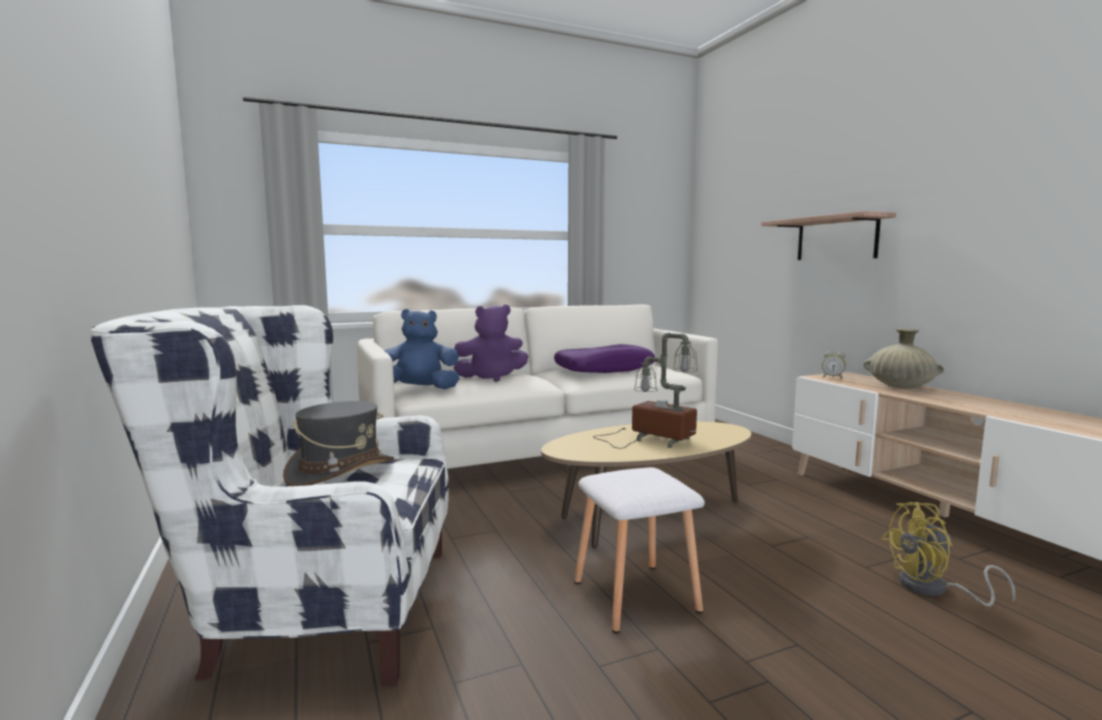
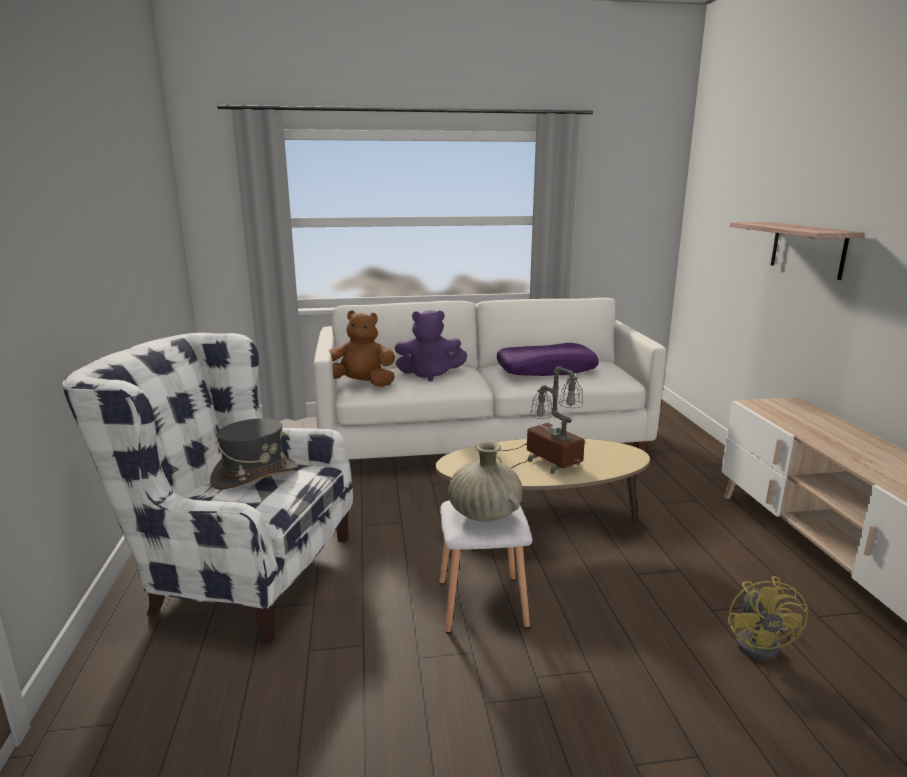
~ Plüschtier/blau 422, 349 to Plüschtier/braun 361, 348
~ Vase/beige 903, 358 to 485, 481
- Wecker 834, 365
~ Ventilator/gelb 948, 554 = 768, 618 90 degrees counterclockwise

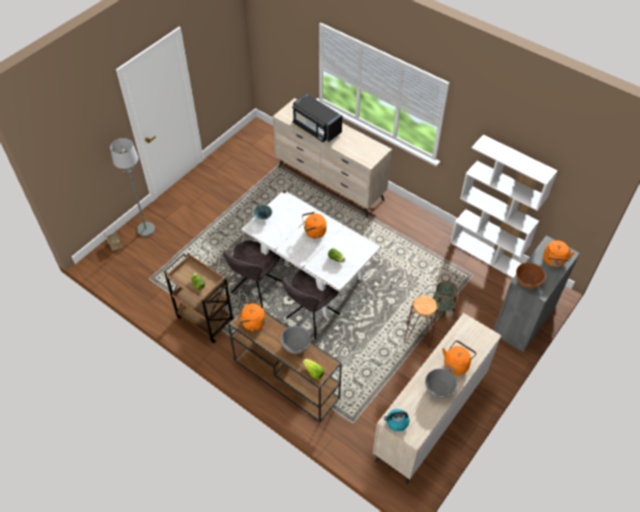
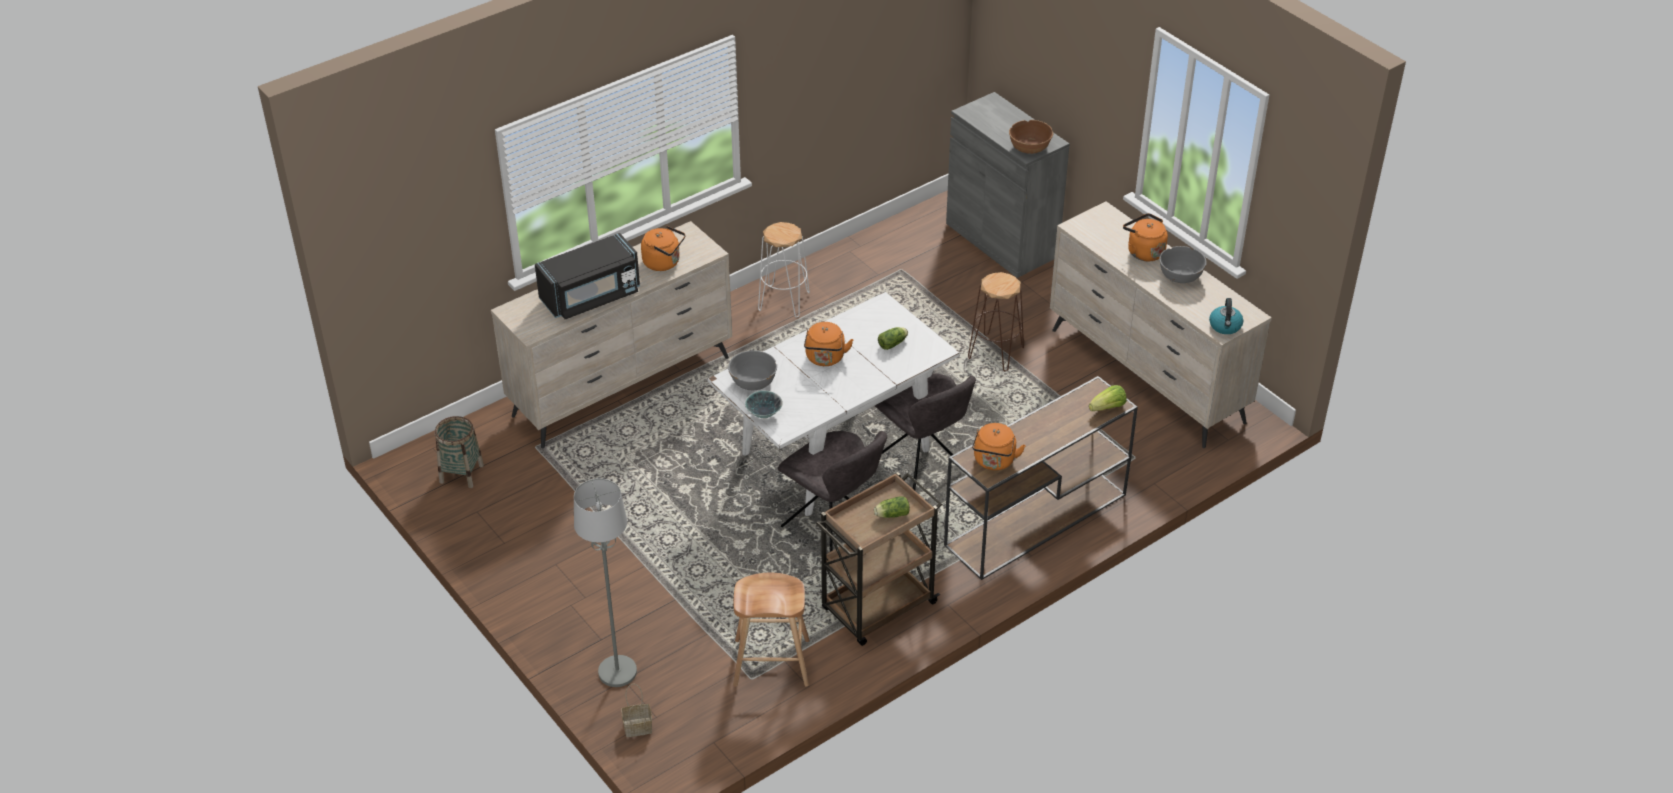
- Bücherregal/weiß 503, 206
~ Wasserkessel/orange 559, 253 to 663, 248
~ Korb 445, 299 to 459, 452
~ Schüssel/grau 296, 340 to 752, 370
+ Hocker/weiß 784, 270
+ Hocker/braun 771, 630

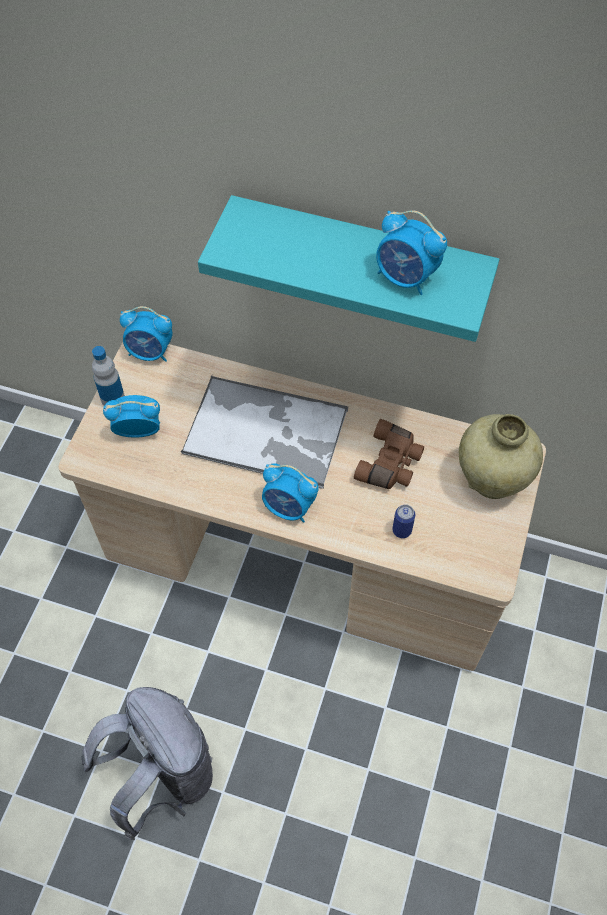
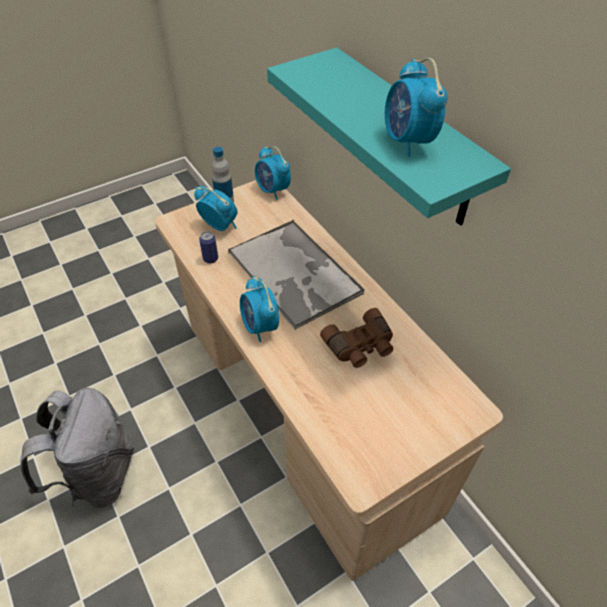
- Vase/beige 501, 456
~ Dose 403, 521 to 208, 247

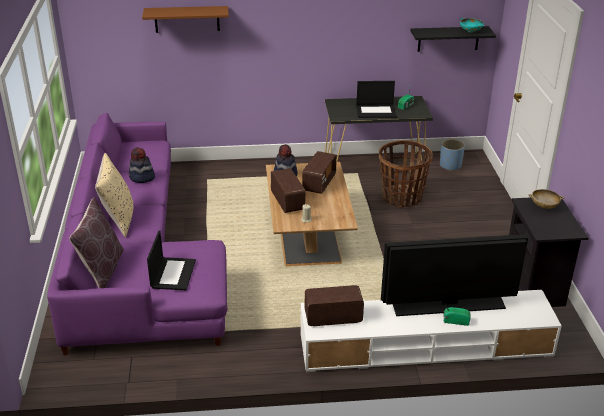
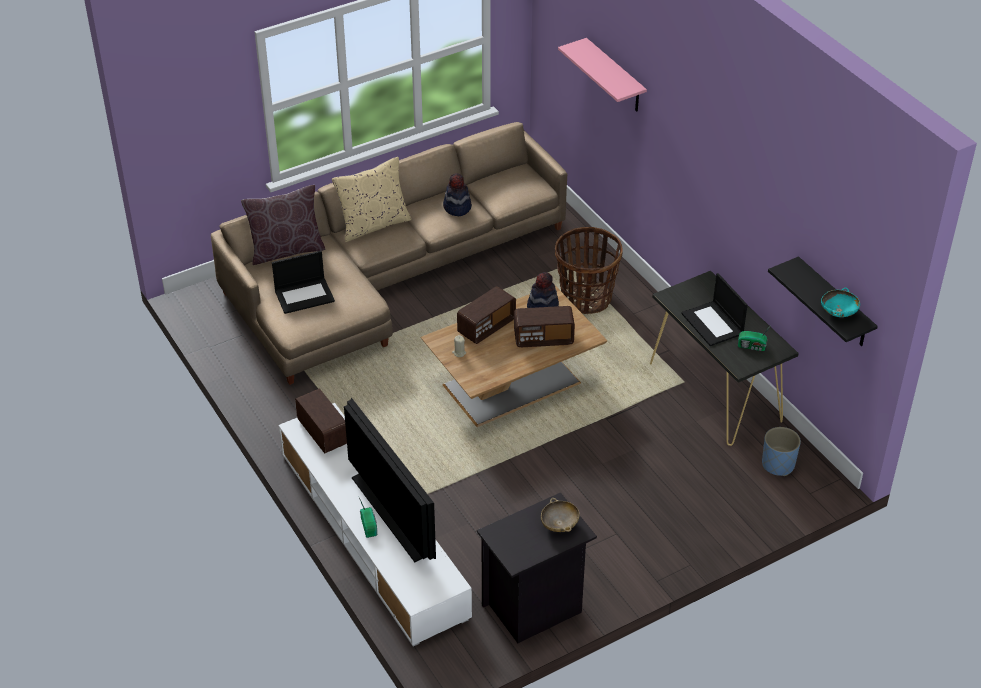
~ Wandregal/braun 185, 19 to Wandregal/rosa 602, 74
~ Sofa/lila 137, 234 to Sofa/beige 389, 253
~ Korb 406, 173 to 589, 270

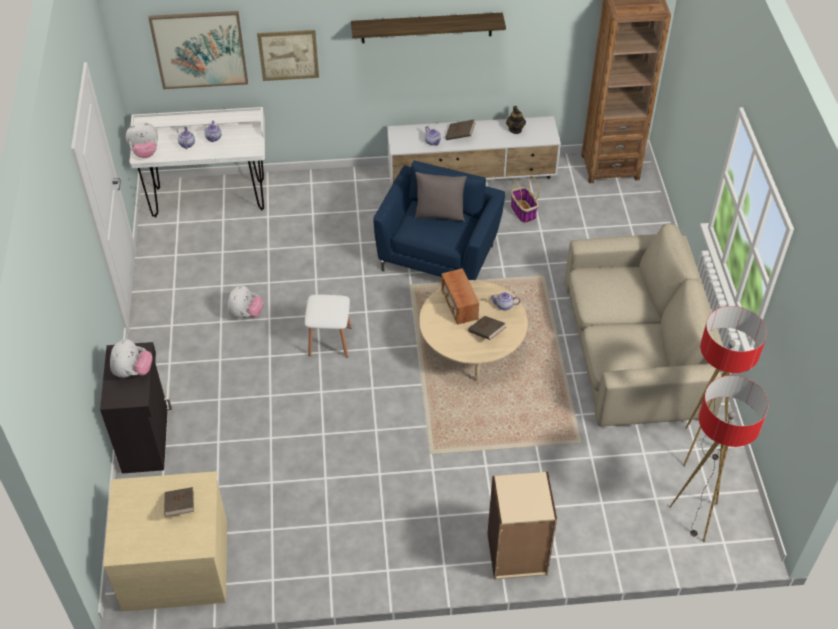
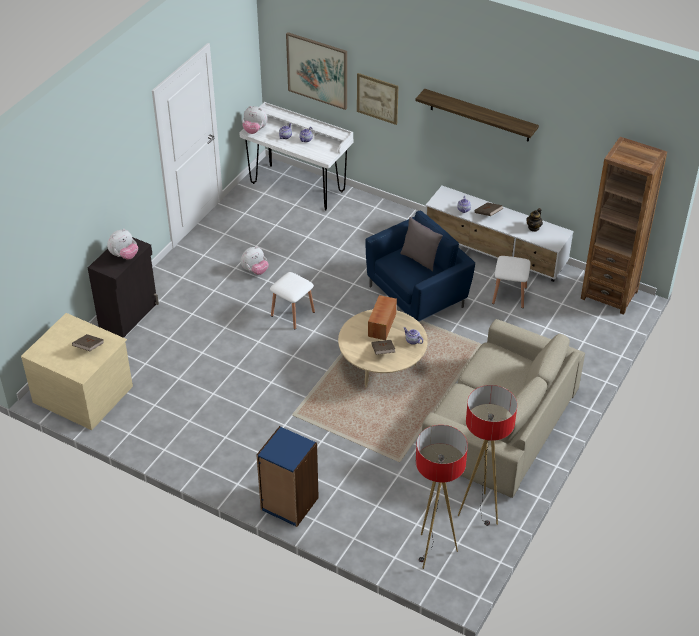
~ Korb 525, 199 to Hocker/weiß 511, 282
~ Bücherregal/beige 522, 526 to Bücherregal/blau 287, 476

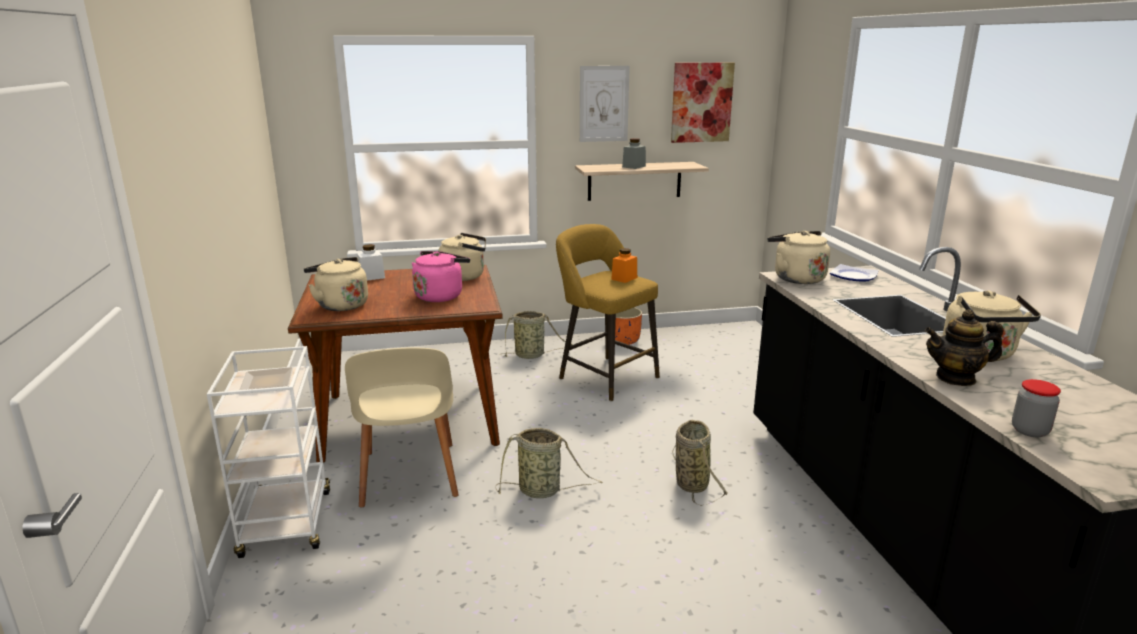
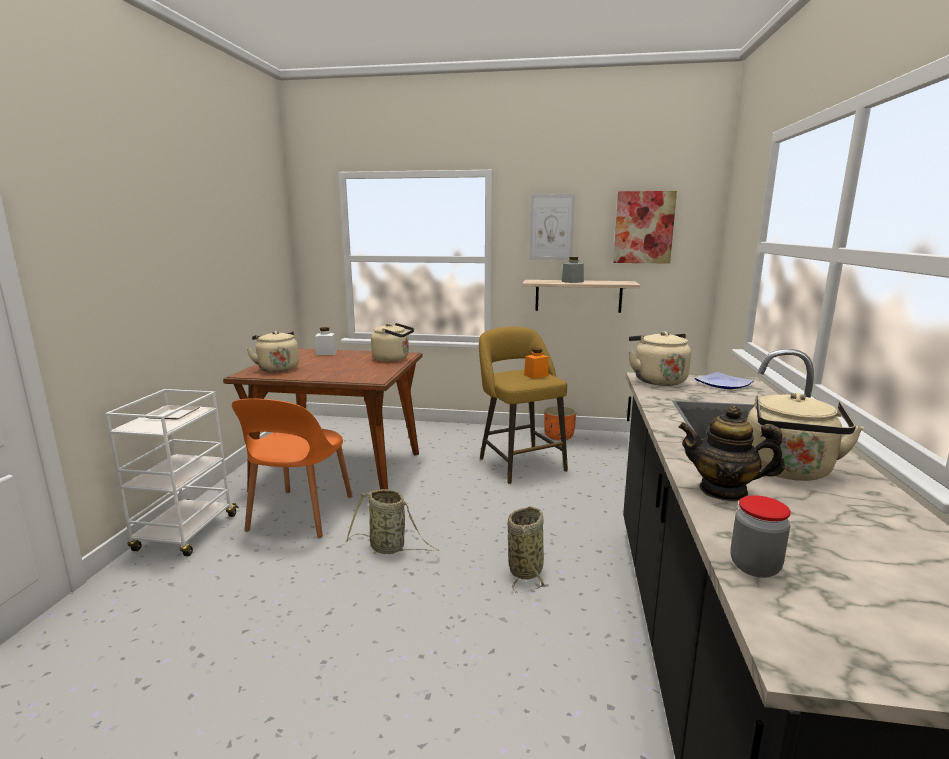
- Wasserkessel/rosa 441, 276
- Korb 536, 335
~ Stuhl/beige 402, 428 to Stuhl/orange 292, 468

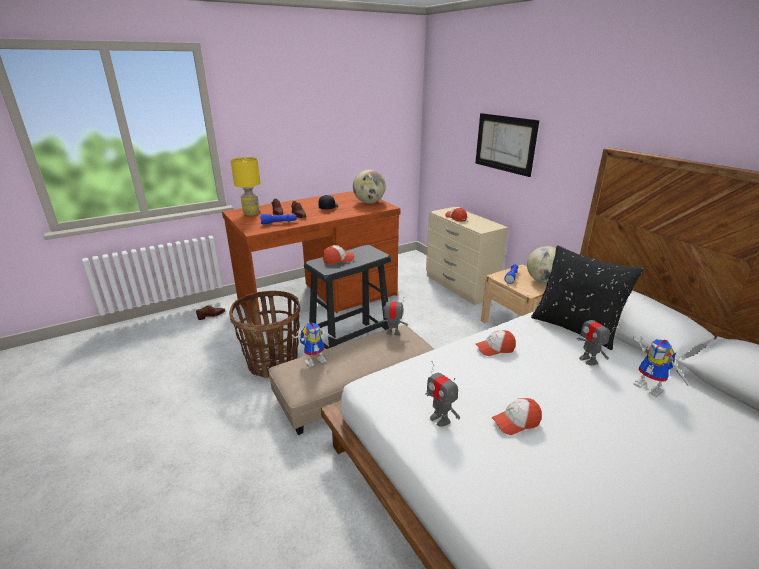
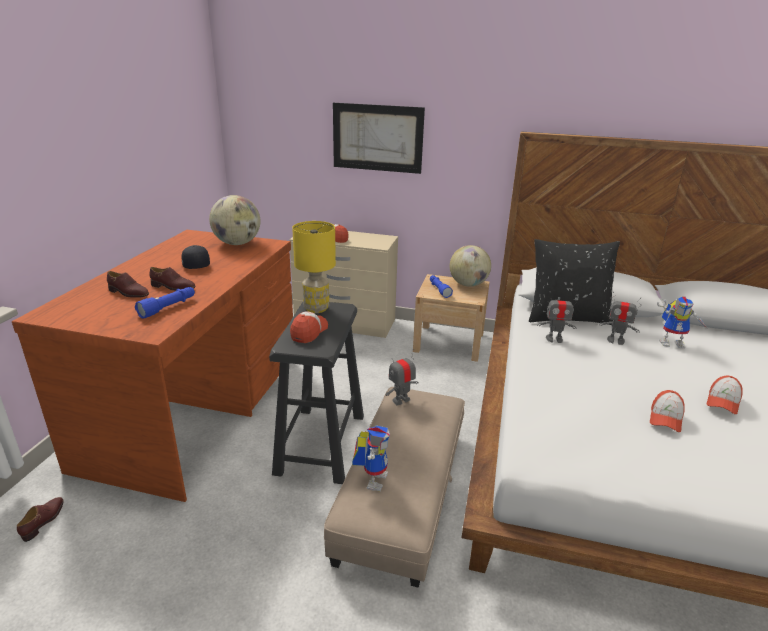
~ Tischlampe/gelb 245, 186 to 314, 267
- Korb 264, 334
~ Kappe 496, 343 to 724, 394
~ Spielzeugroboter 442, 394 to 557, 317

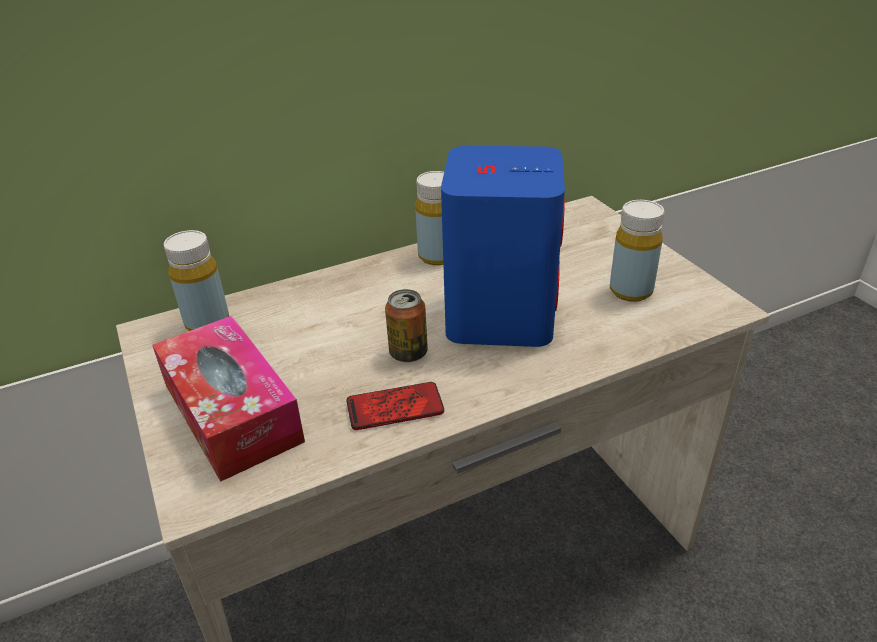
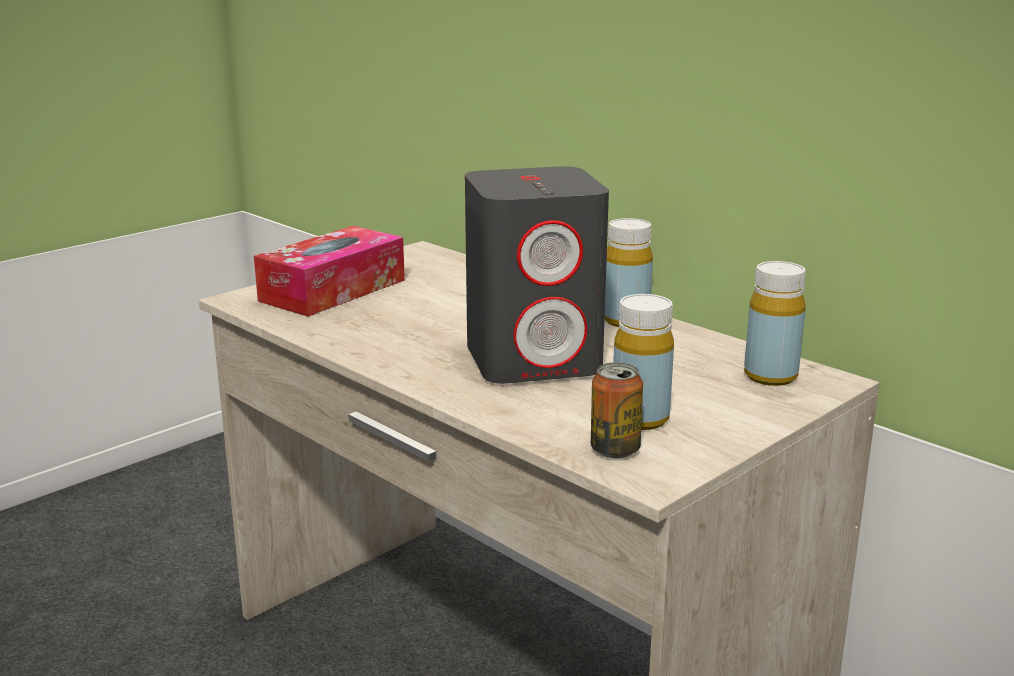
~ Lautsprecher/blau 503, 246 to Lautsprecher/grau 537, 275
~ Flasche/gelb 196, 280 to 775, 323
~ Dose 406, 325 to 617, 410
- Handy 395, 406

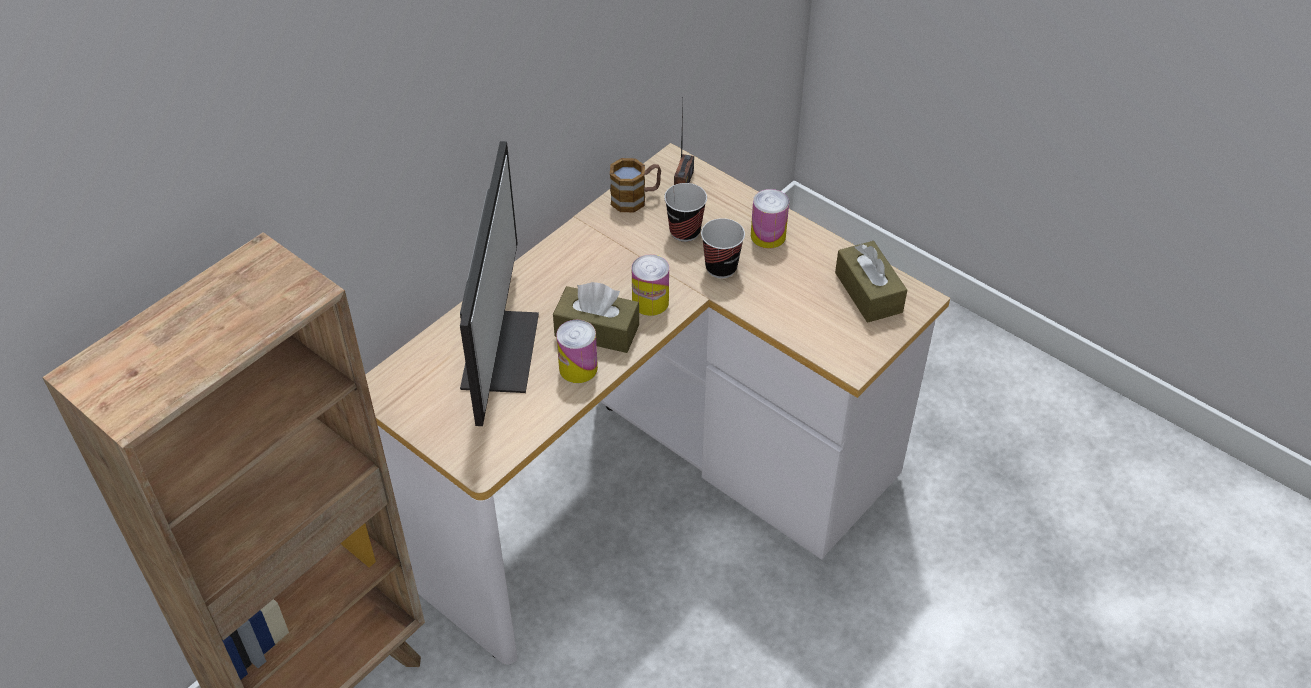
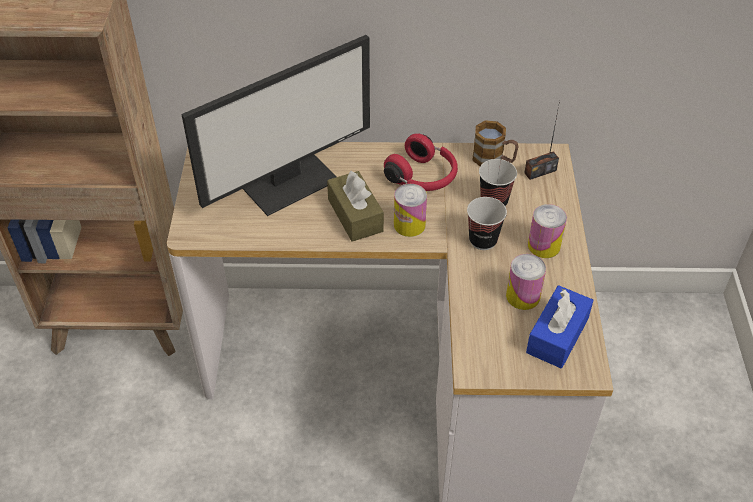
~ Taschentuchbox/braun 871, 282 to Taschentuchbox/blau 560, 326
~ Dose 577, 351 to 526, 282
+ Kopfhörer/rot 421, 162

